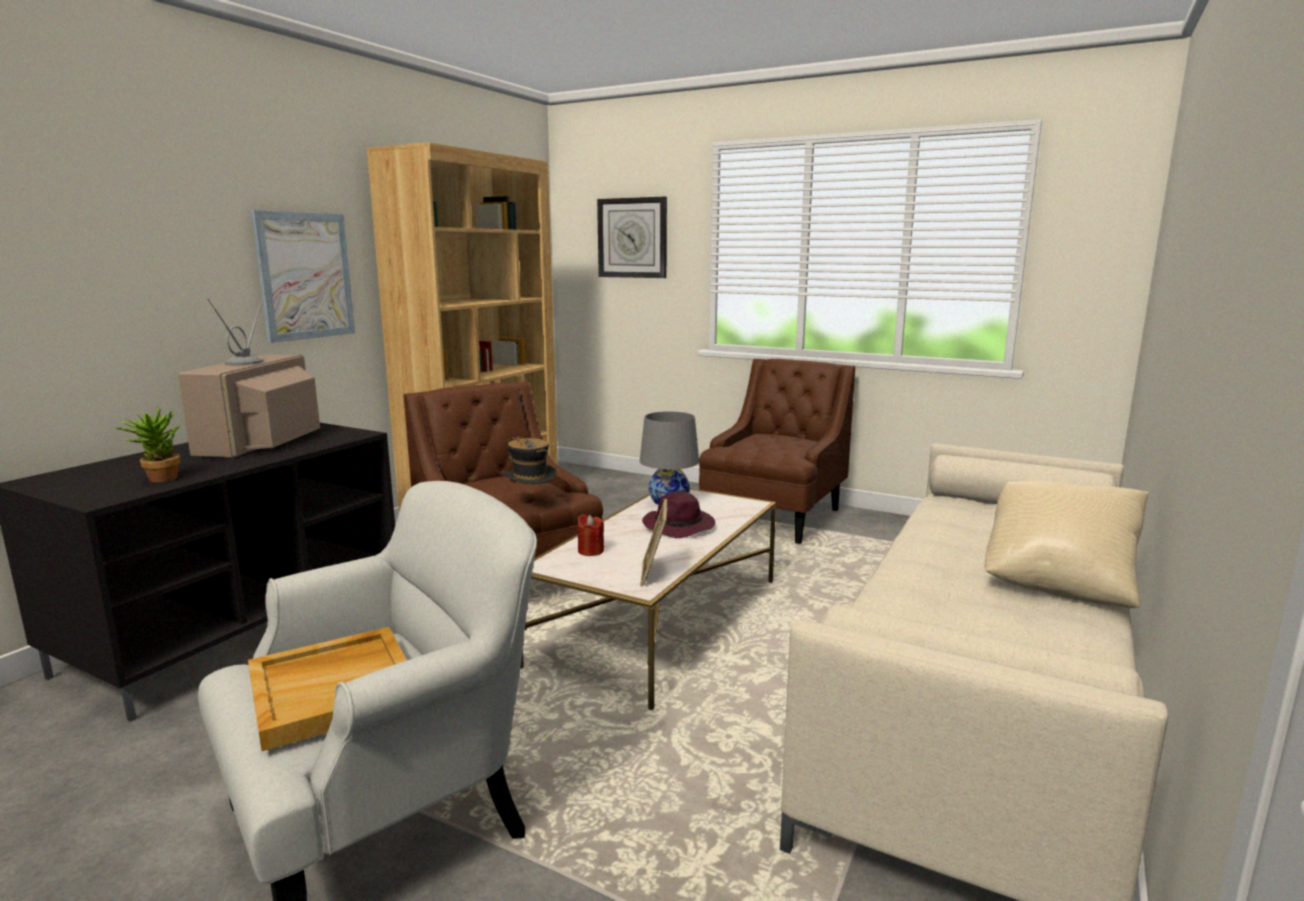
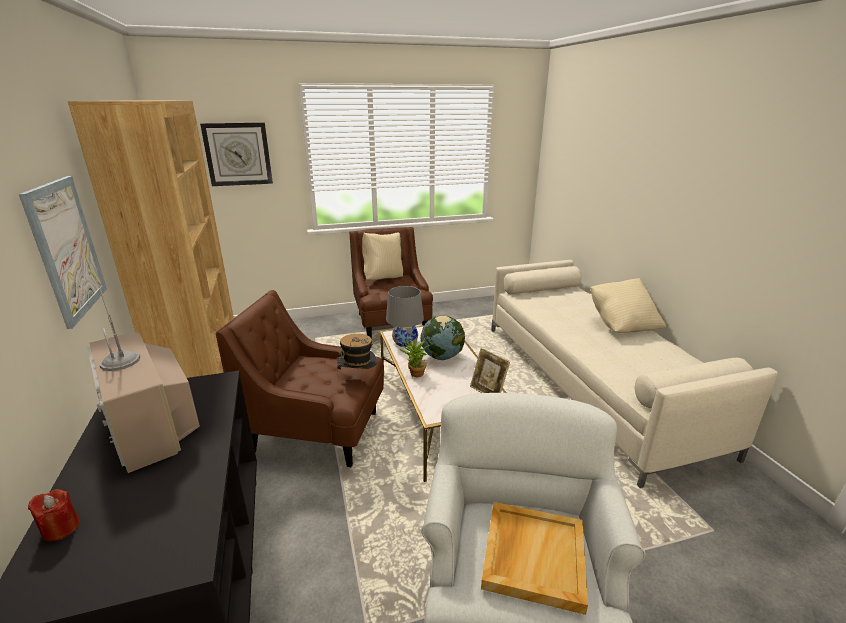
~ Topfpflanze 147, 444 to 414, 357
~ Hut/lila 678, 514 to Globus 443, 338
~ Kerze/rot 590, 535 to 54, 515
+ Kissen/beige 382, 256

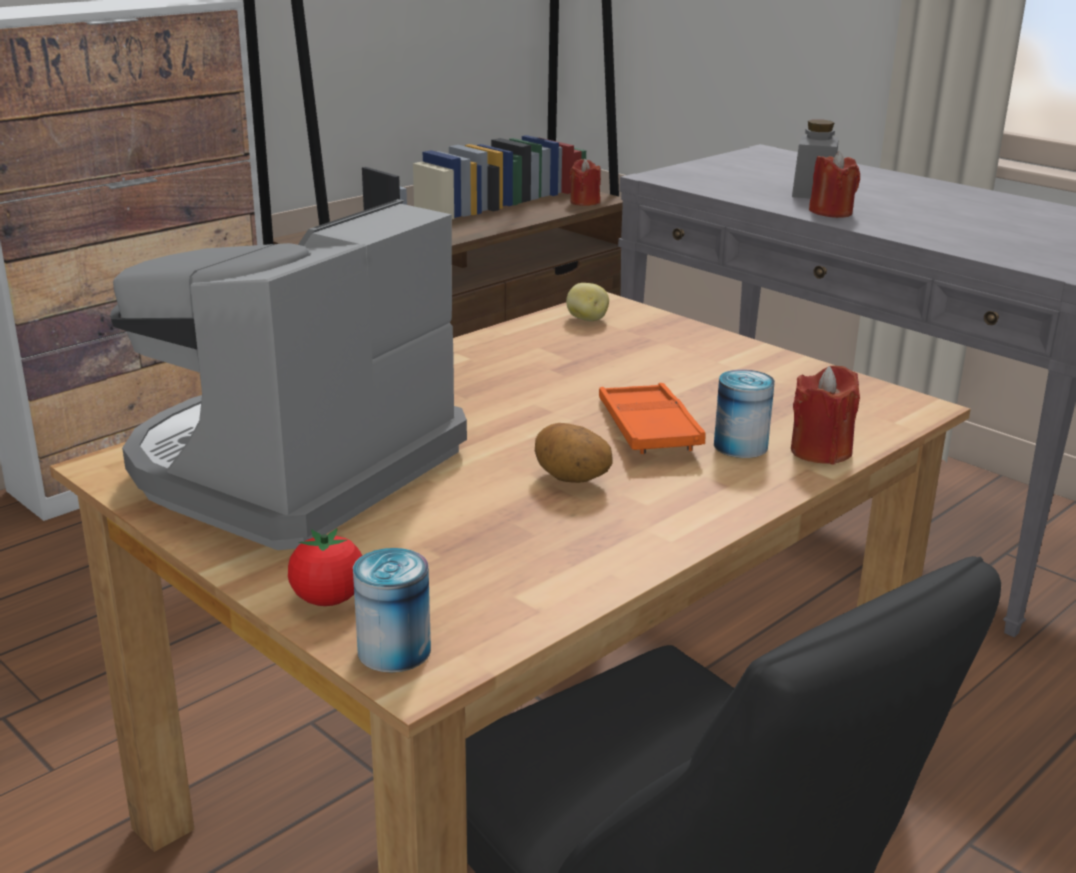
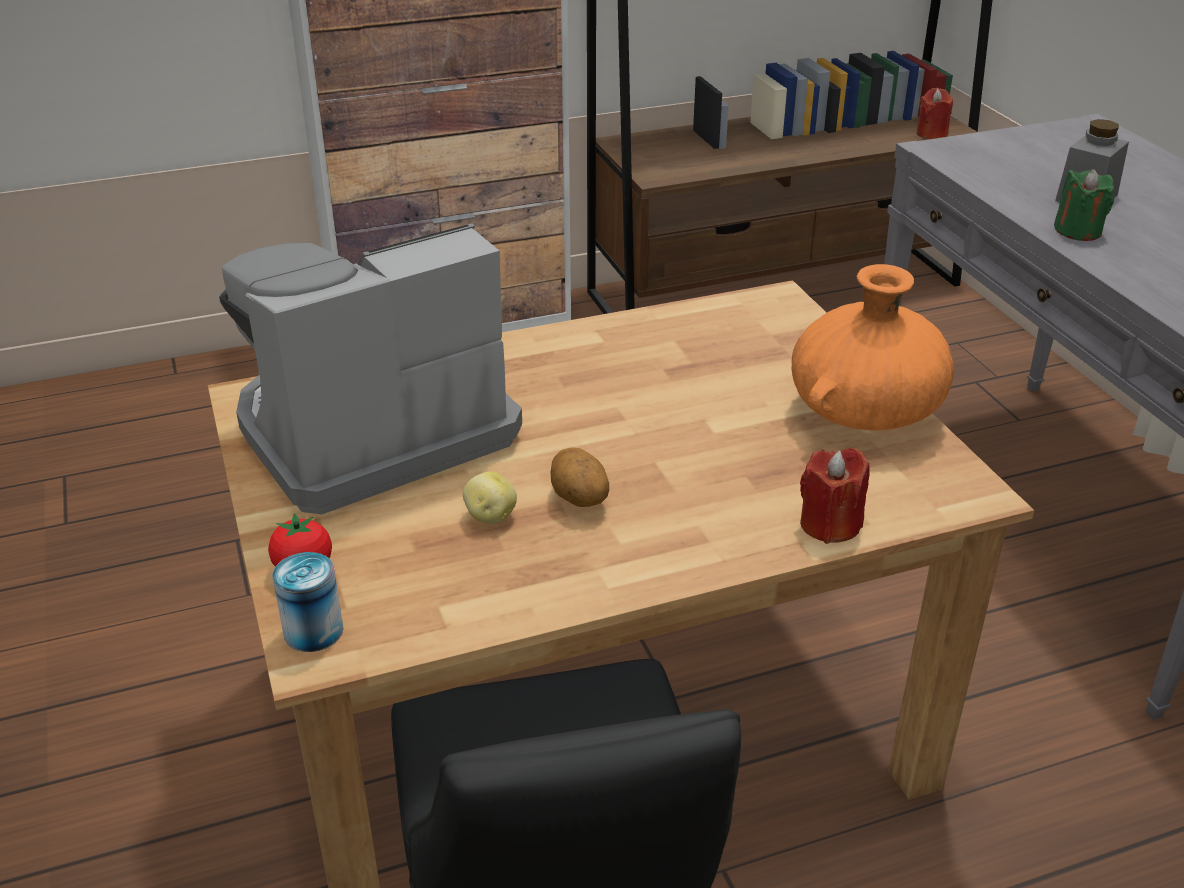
~ Kerze/rot 834, 184 to Kerze/grün 1084, 205
~ Kartoffel 587, 302 to 490, 498
- Dose 744, 413
- Tablett/orange 652, 418
+ Vase/orange 872, 347

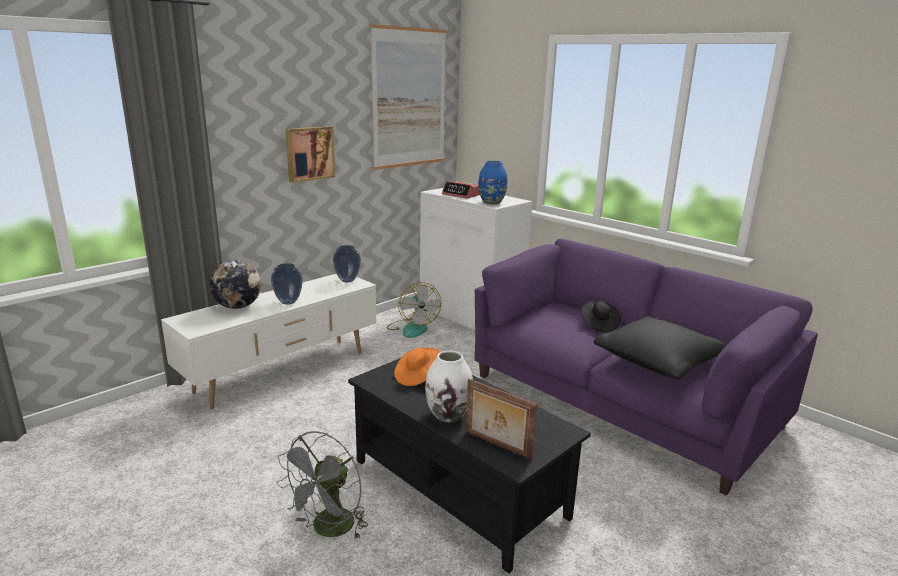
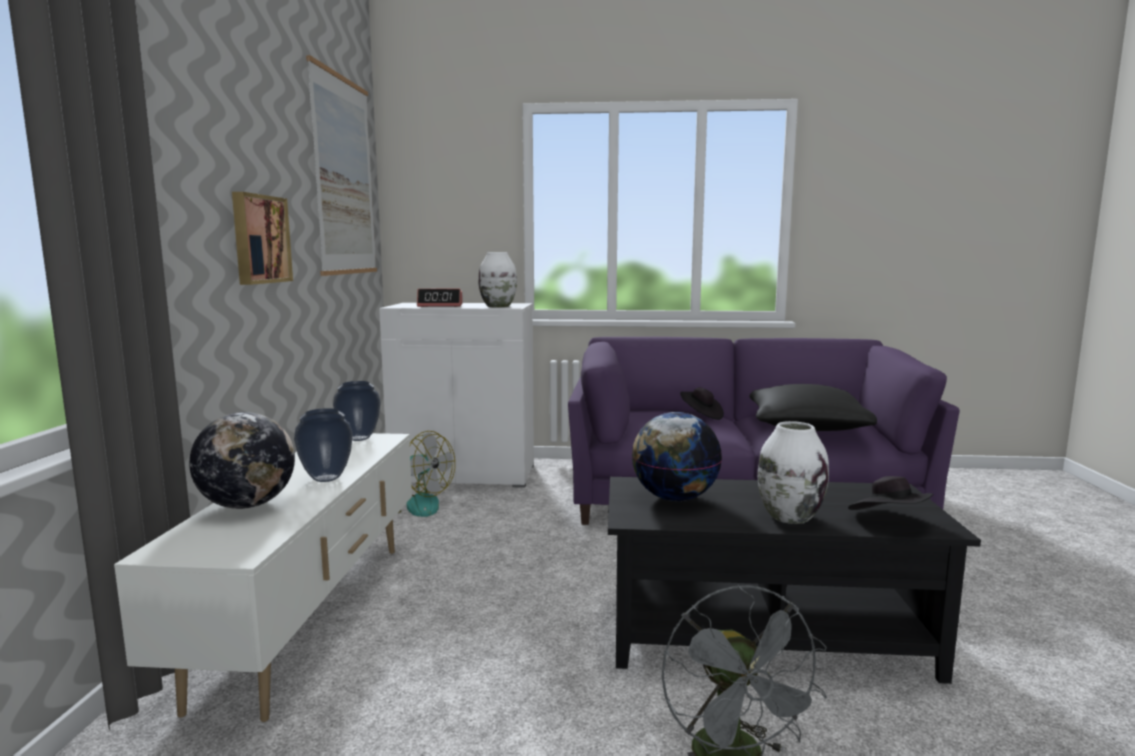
~ Vase/blau 493, 182 to Vase/weiß 497, 279
~ Hut/orange 417, 367 to Globus 677, 456
~ Bilderrahmen 501, 419 to Hut/schwarz 891, 493

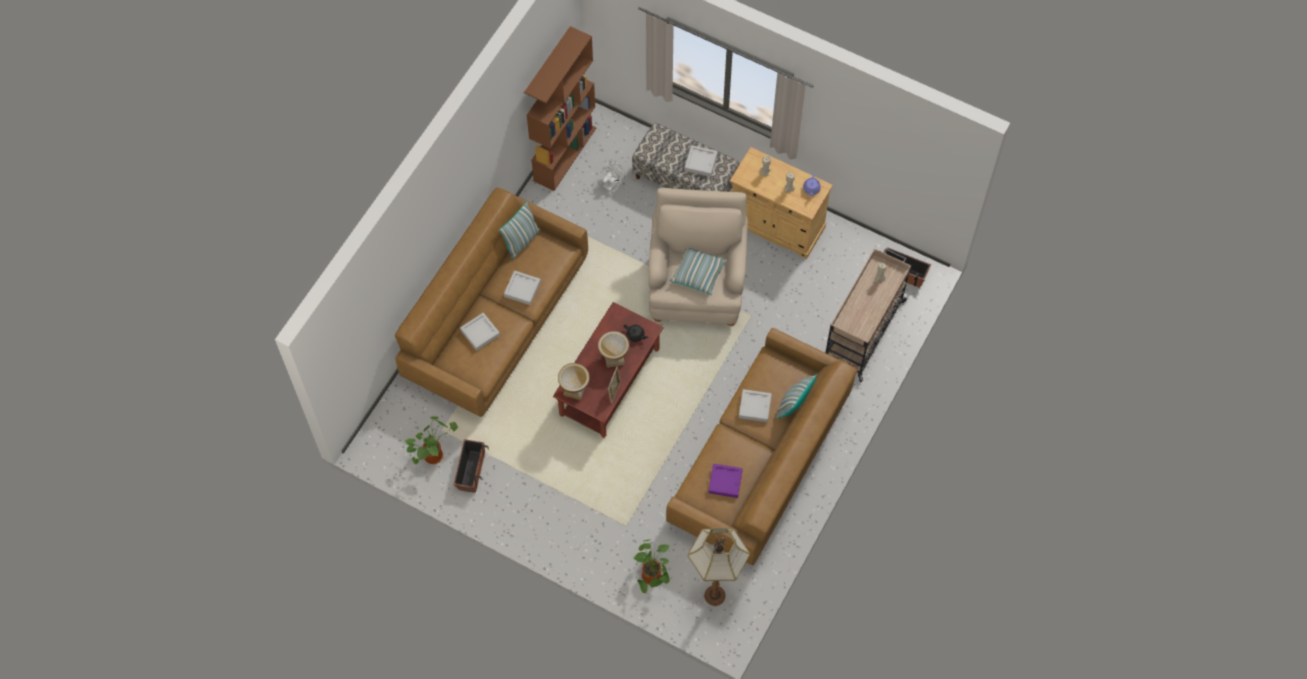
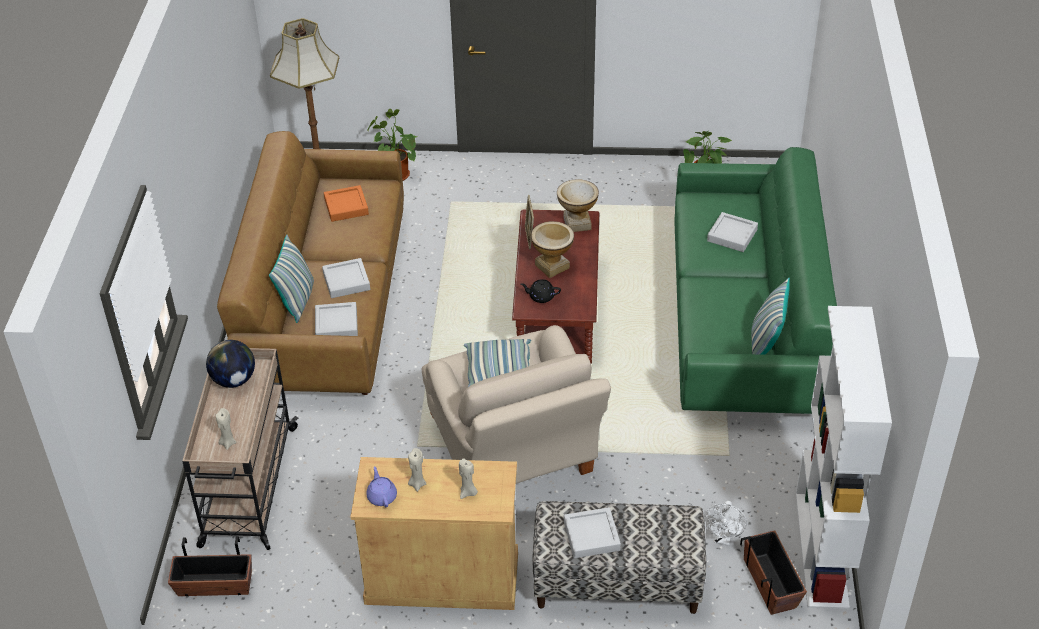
~ Bücherregal/braun 560, 108 to Bücherregal/weiß 844, 457
~ Sofa/braun 491, 302 to Sofa/grün 755, 280
~ Tablett/grau 522, 288 to 336, 319
~ Pflanzkübel 471, 466 to 773, 573
~ Tablett/lila 725, 481 to Tablett/orange 346, 203
+ Globus 230, 364

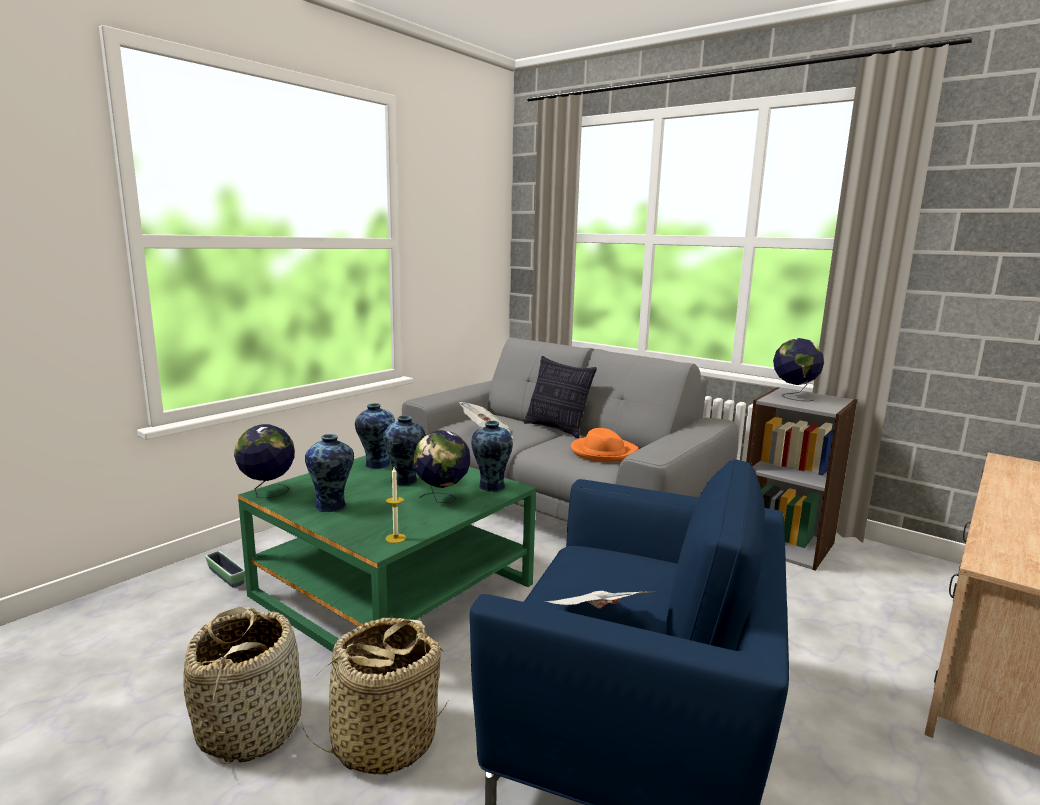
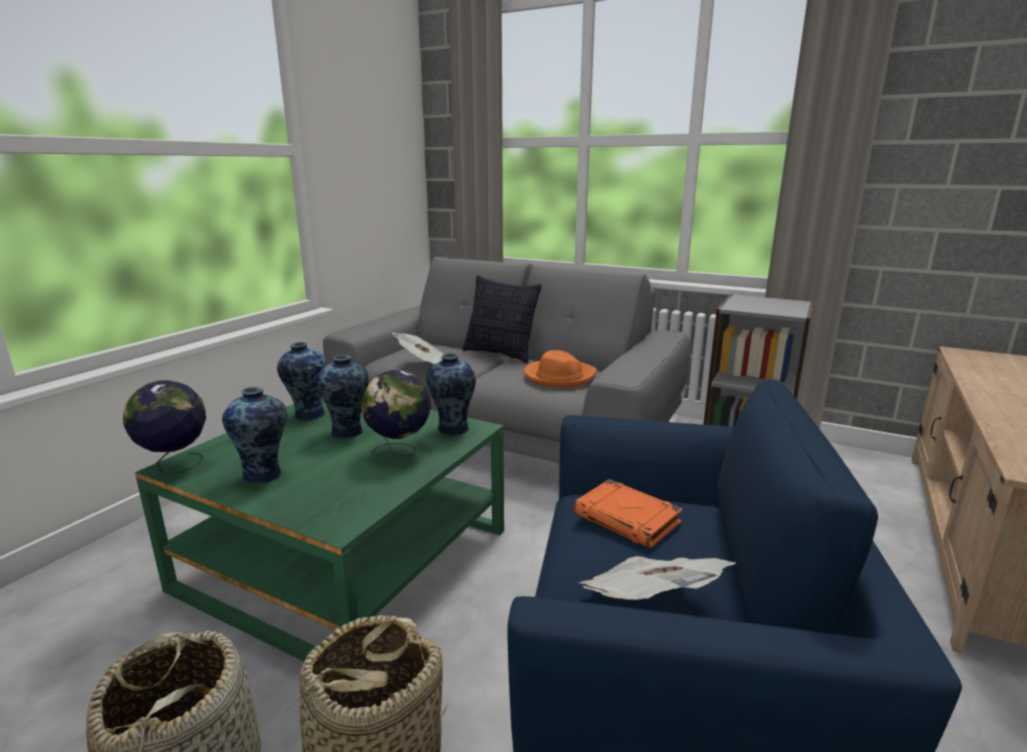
- Globus 798, 369
- Kerze 396, 505
- Pflanzkübel 225, 569
+ Buch/orange 628, 514

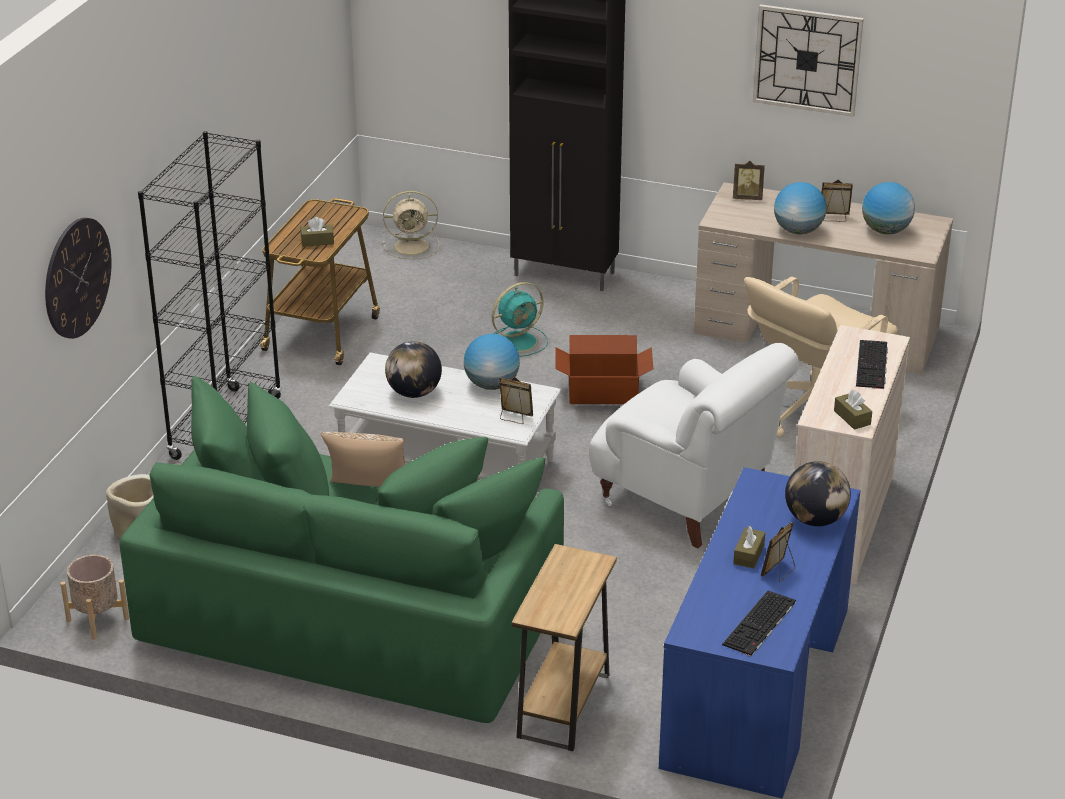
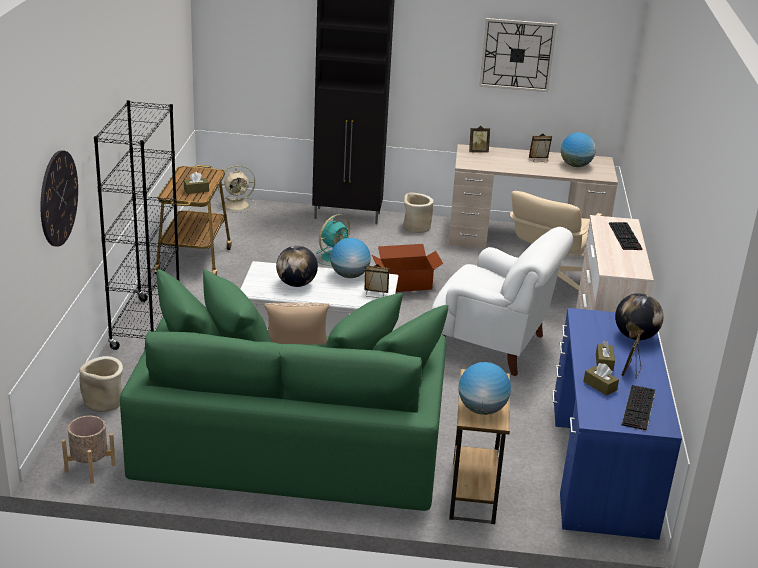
~ Globus 800, 208 to 484, 388
~ Taschentuchbox/braun 853, 409 to 601, 379
+ Pflanzkübel/beige 418, 213

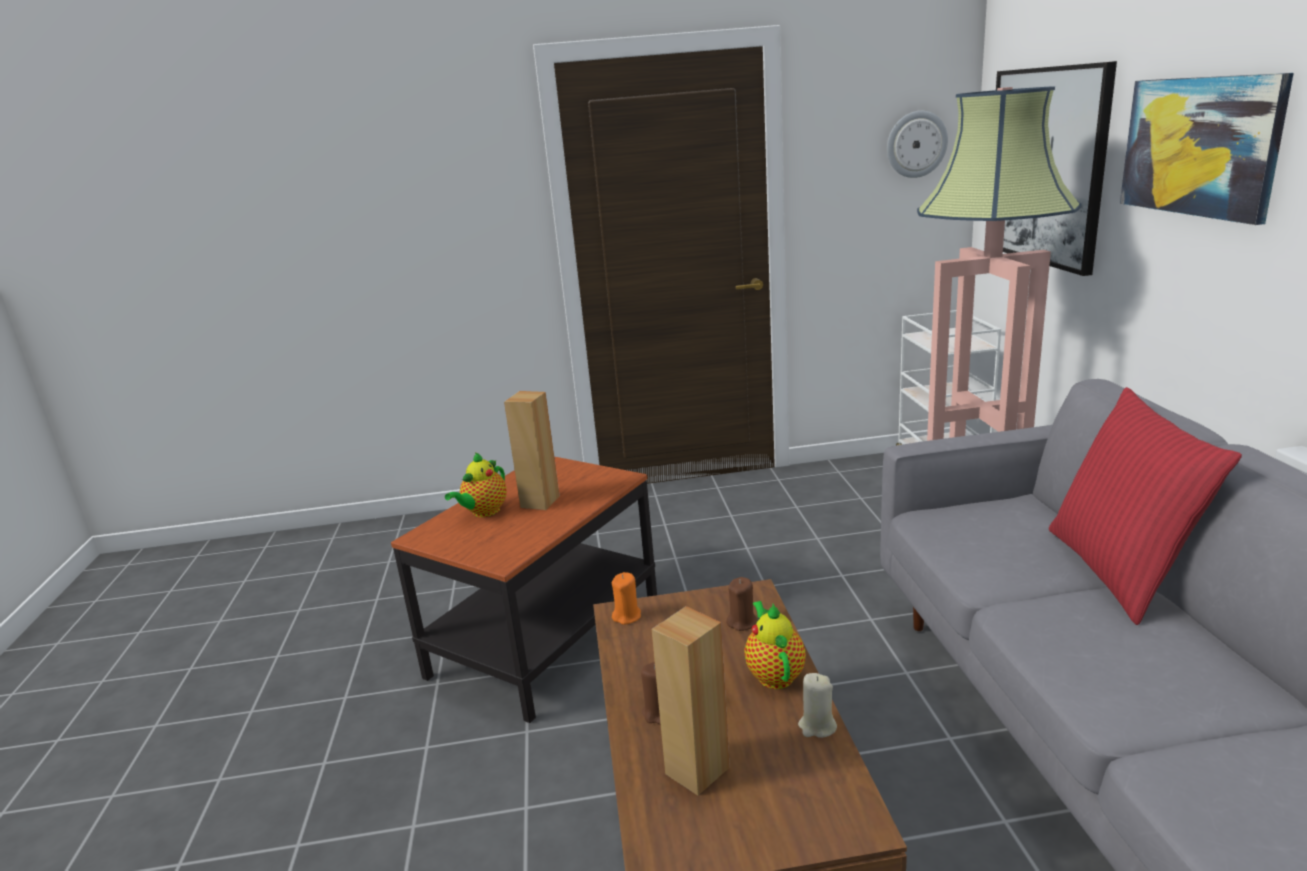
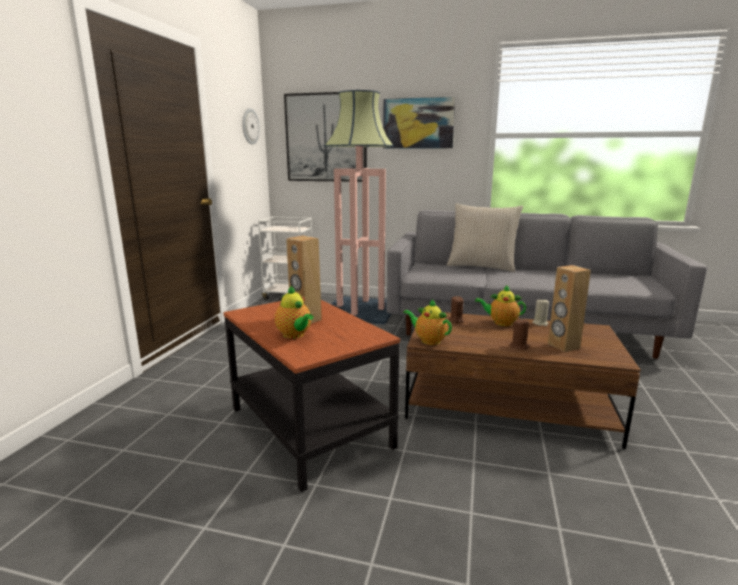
~ Kissen/rot 1145, 506 to Kissen/beige 485, 238
~ Kerze/orange 626, 598 to Teekanne 427, 322

